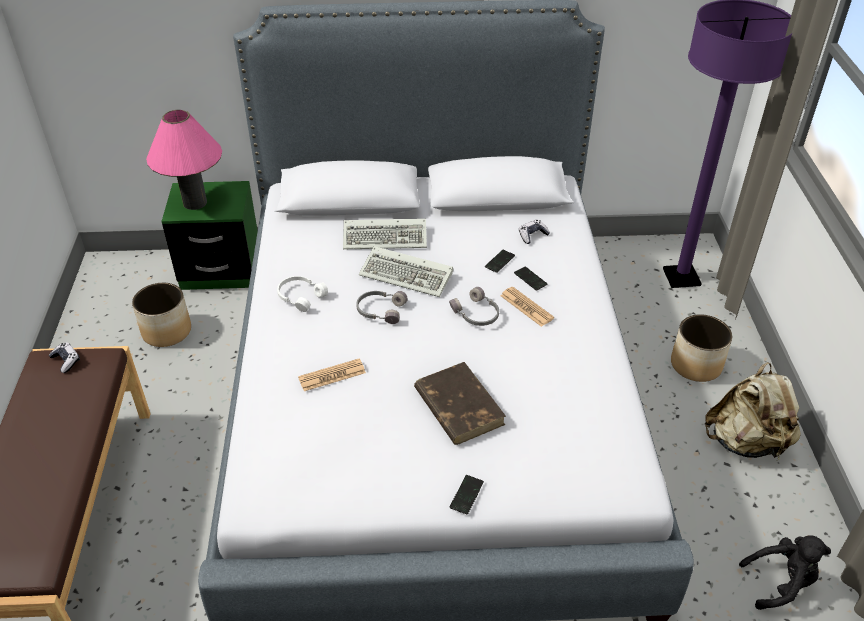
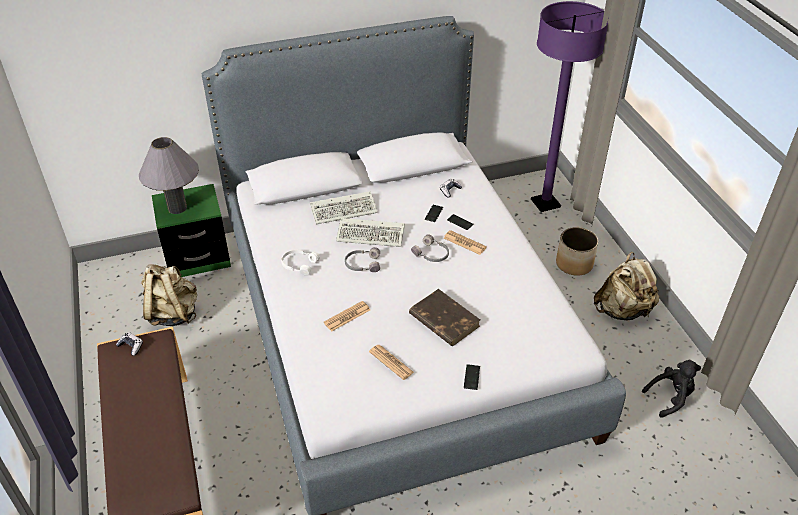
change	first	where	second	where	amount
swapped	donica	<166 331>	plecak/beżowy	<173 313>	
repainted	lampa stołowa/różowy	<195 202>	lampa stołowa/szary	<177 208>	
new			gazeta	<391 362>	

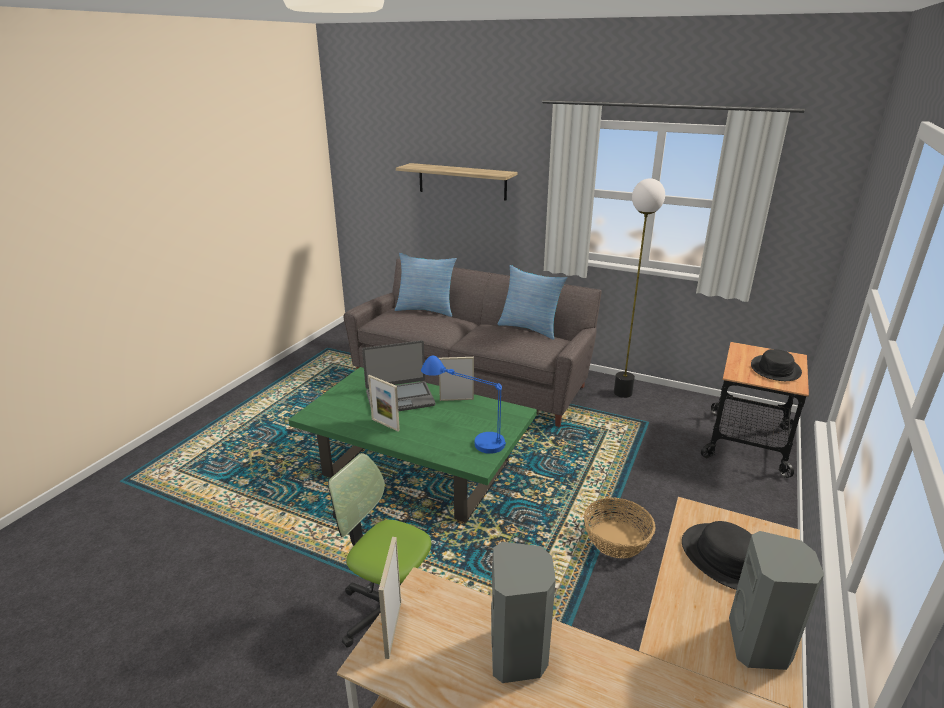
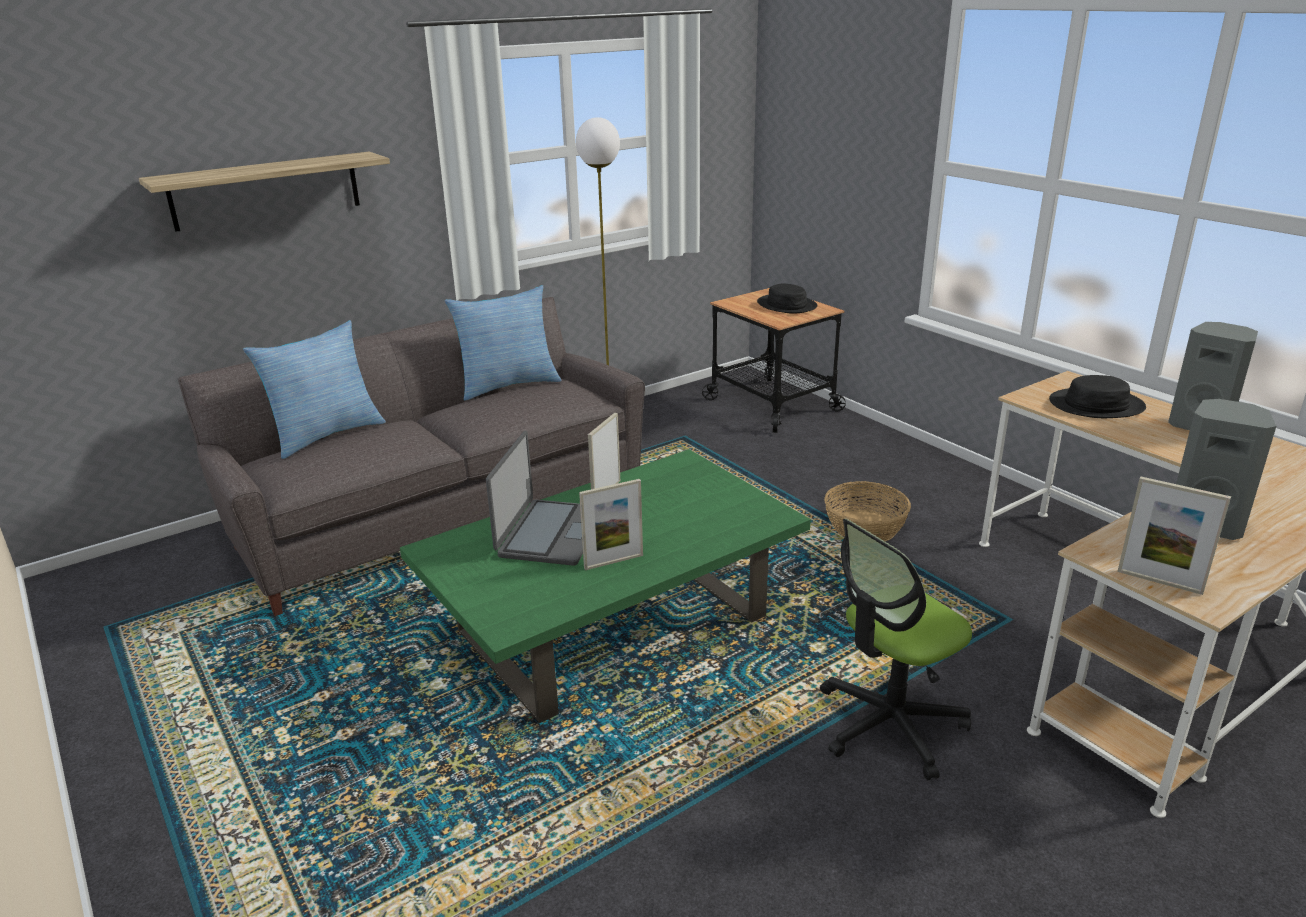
change	first	where	second	where	amount
gone	lampa stołowa/niebieski	<465 436>			

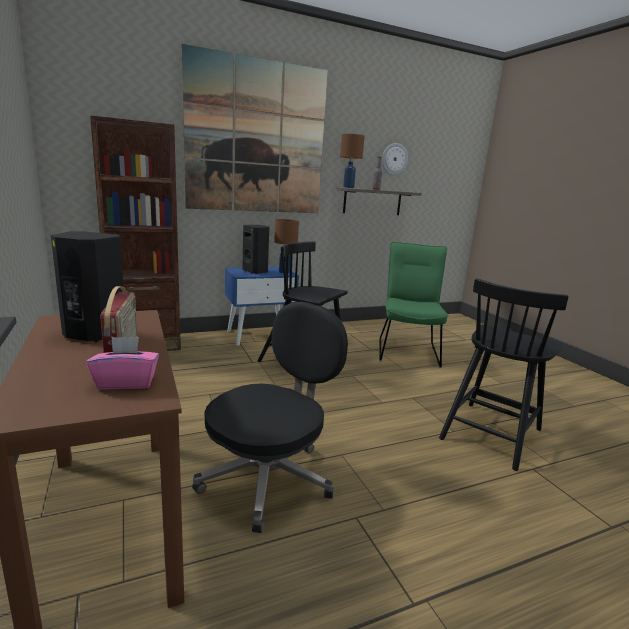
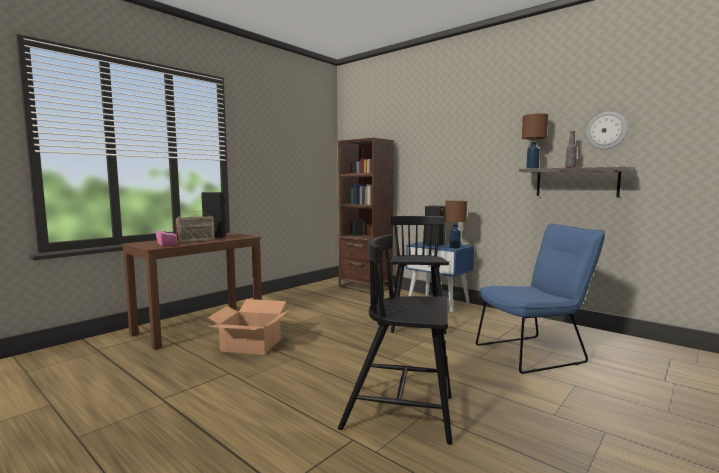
change	first	where	second	where	amount
gone	obraz	<257 138>			
swapped	krzesło biurowe/czarny	<269 478>	karton	<251 345>	
repainted	krzesło/zielony	<407 350>	krzesło/niebieski	<535 353>	

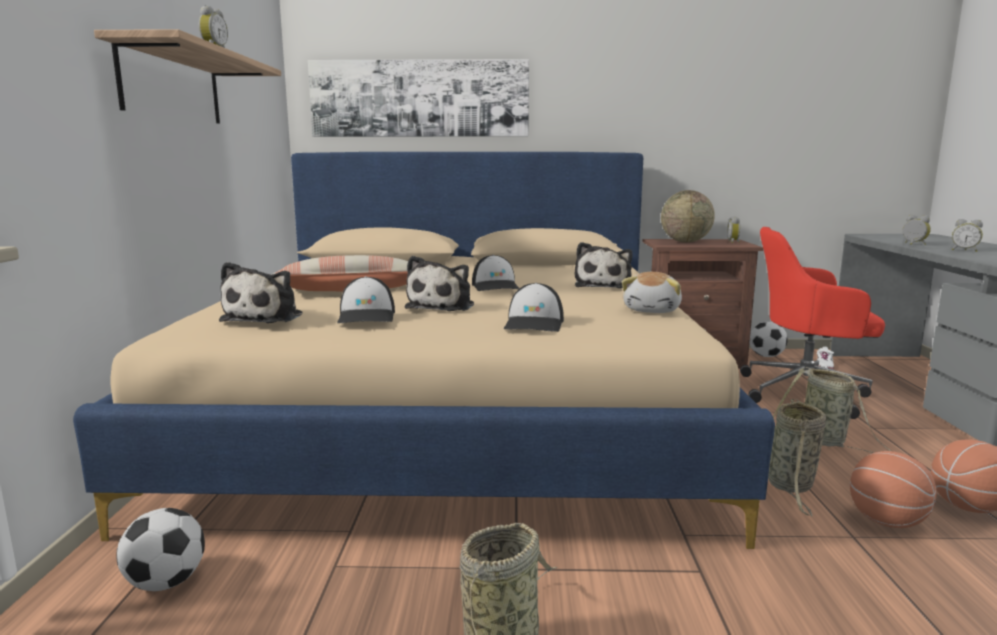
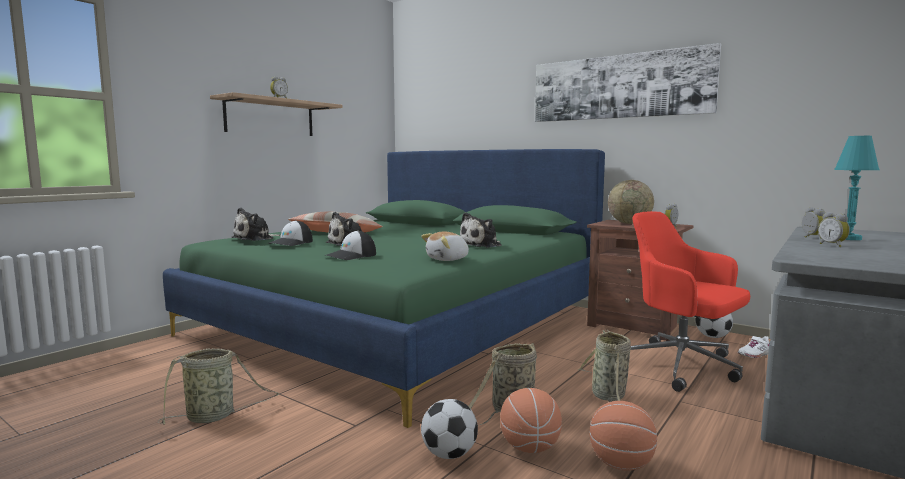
change	first	where	second	where	amount
repainted	łóżko/beżowy	<455 413>	łóżko/zielony	<400 323>	
shifted	piłka futbolowa	<166 583>		<449 454>	
shifted	obraz	<419 99>		<619 87>	
gone	czapka z daszkiem	<496 286>			
new			lampa stołowa/turkusowy	<848 238>	

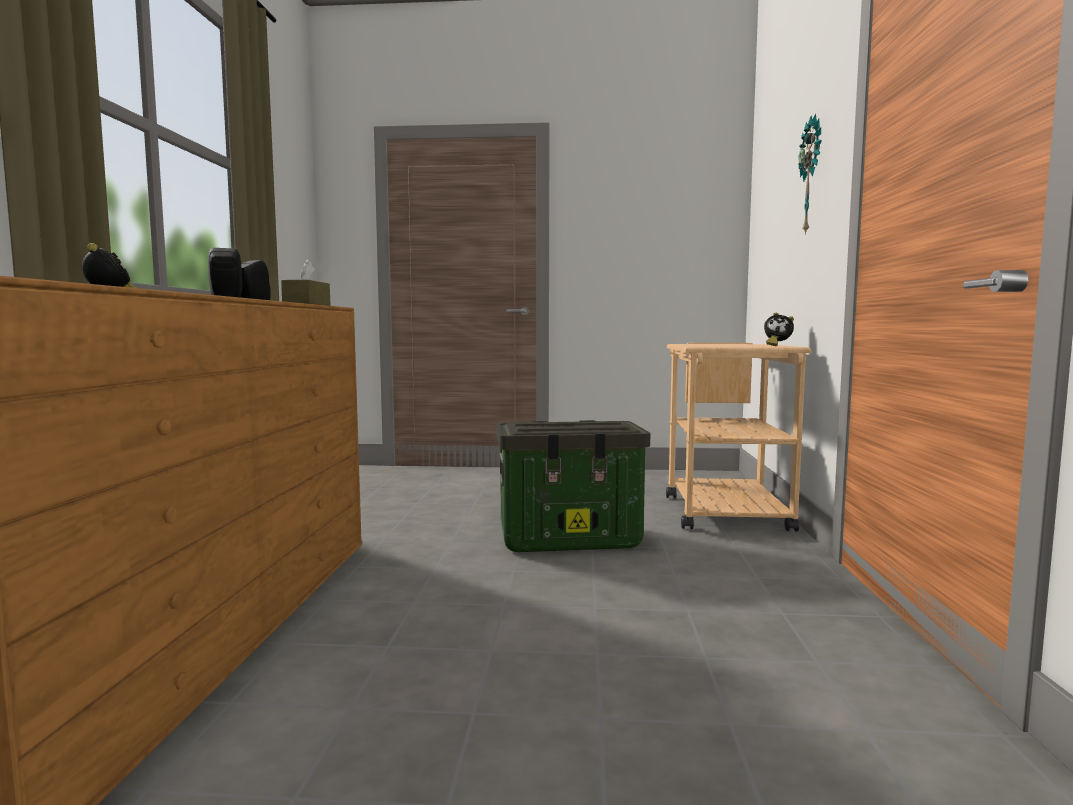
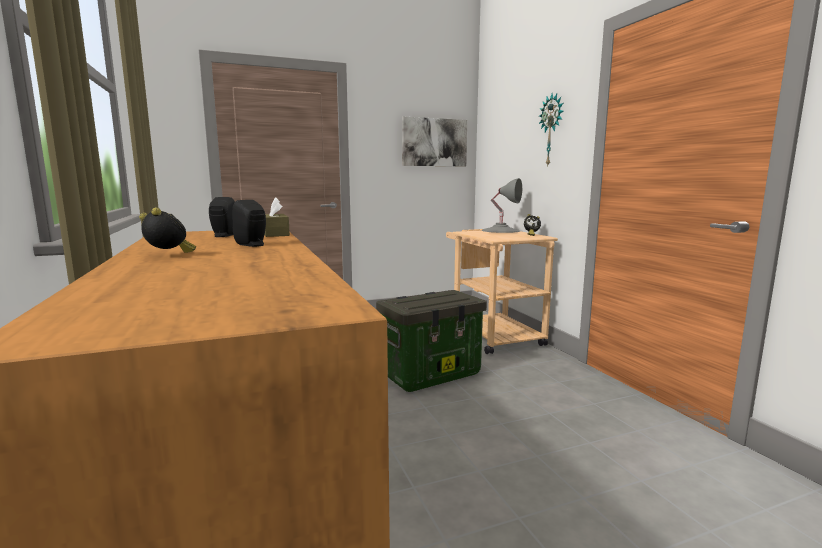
change	first	where	second	where	amount
new			obraz	<434 142>	
new			lampa stołowa/szary	<500 230>	

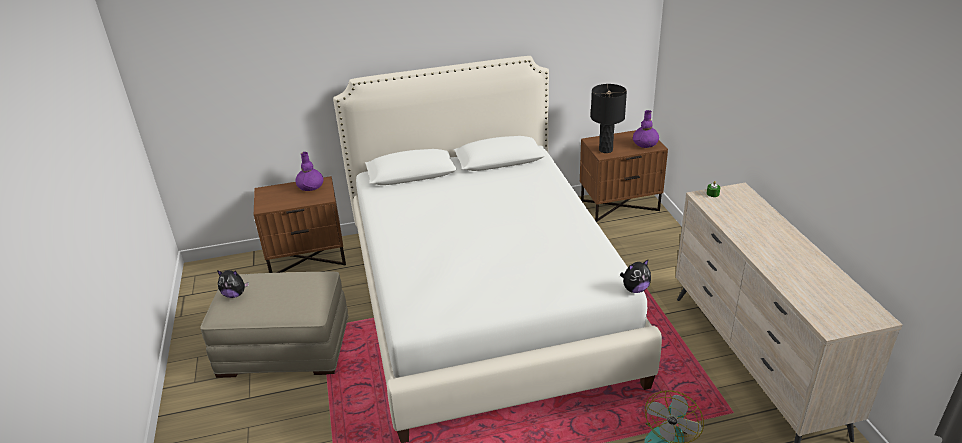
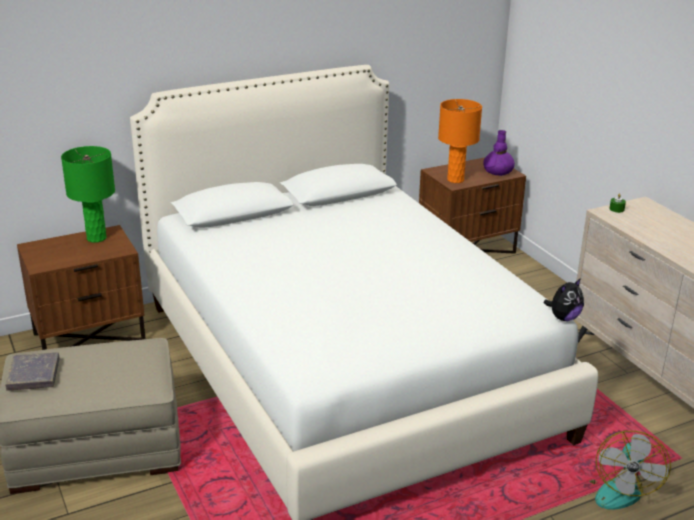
change	first	where	second	where	amount
swapped	pluszak	<235 294>	książka/szary	<34 375>	
swapped	wazon/fioletowy	<310 186>	lampa stołowa/zielony	<96 238>	
repainted	lampa stołowa/czarny	<605 150>	lampa stołowa/pomarańczowy	<455 179>	

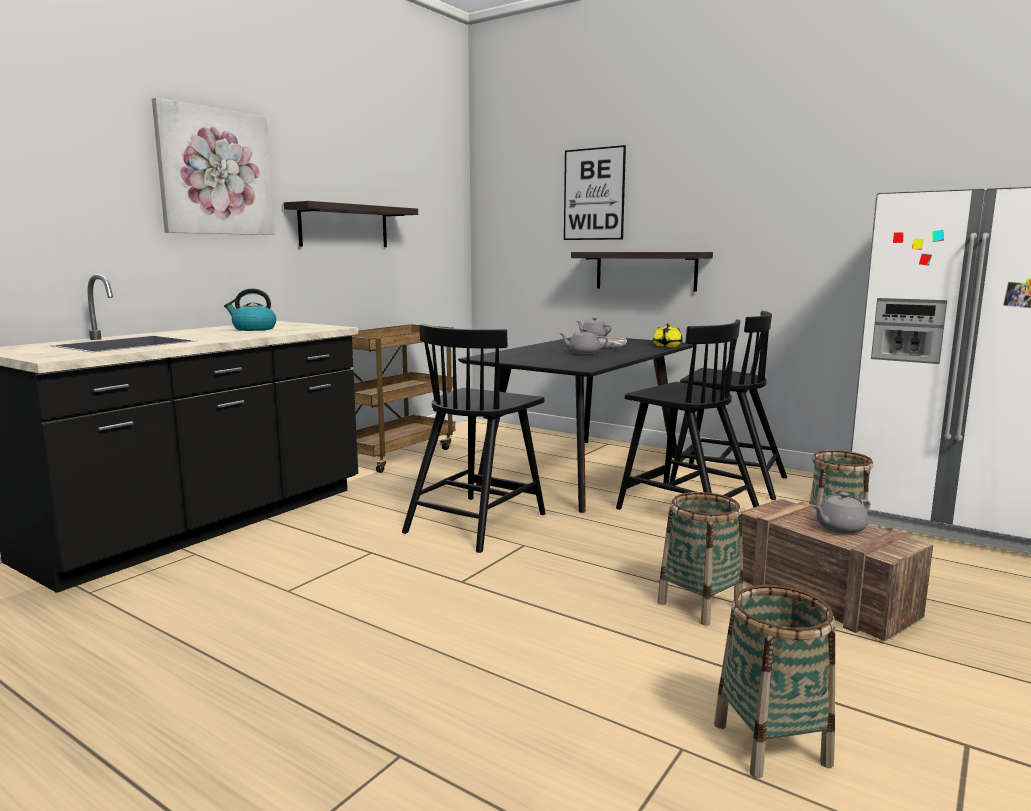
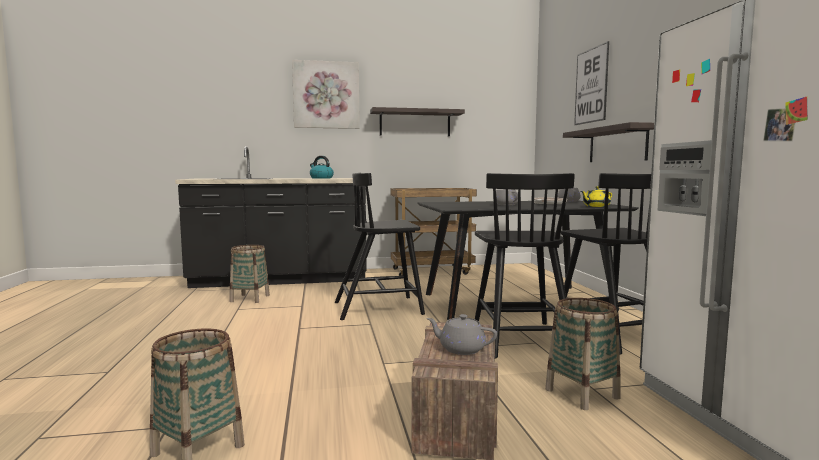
change	first	where	second	where	amount
shifted	koszyk	<699 605>		<250 298>	

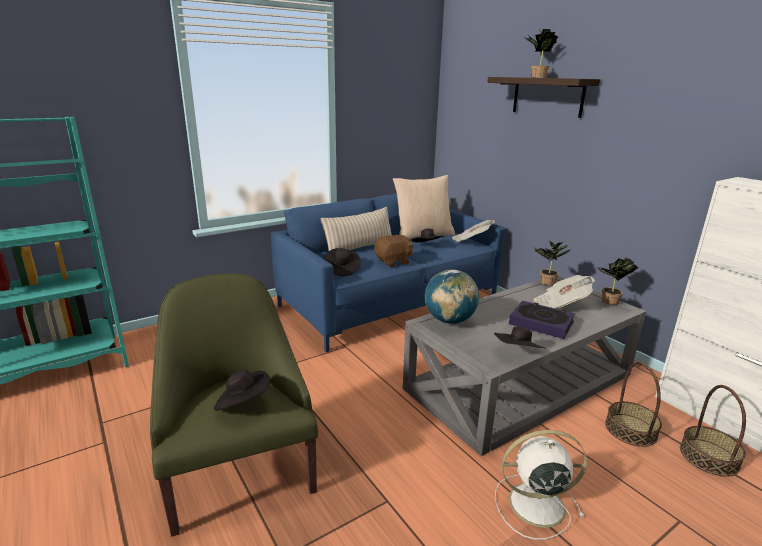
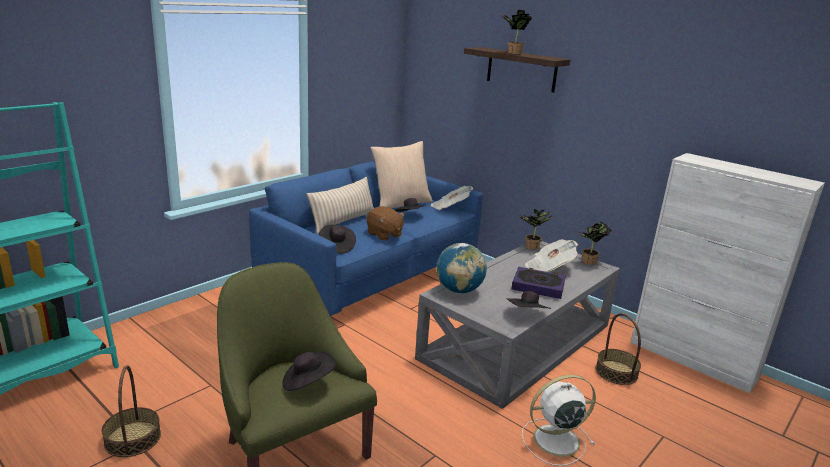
change	first	where	second	where	amount
rotated	pluszak/brązowy	<393 262>		<384 235>	90 degrees clockwise
shifted	koszyk	<708 457>		<132 438>	

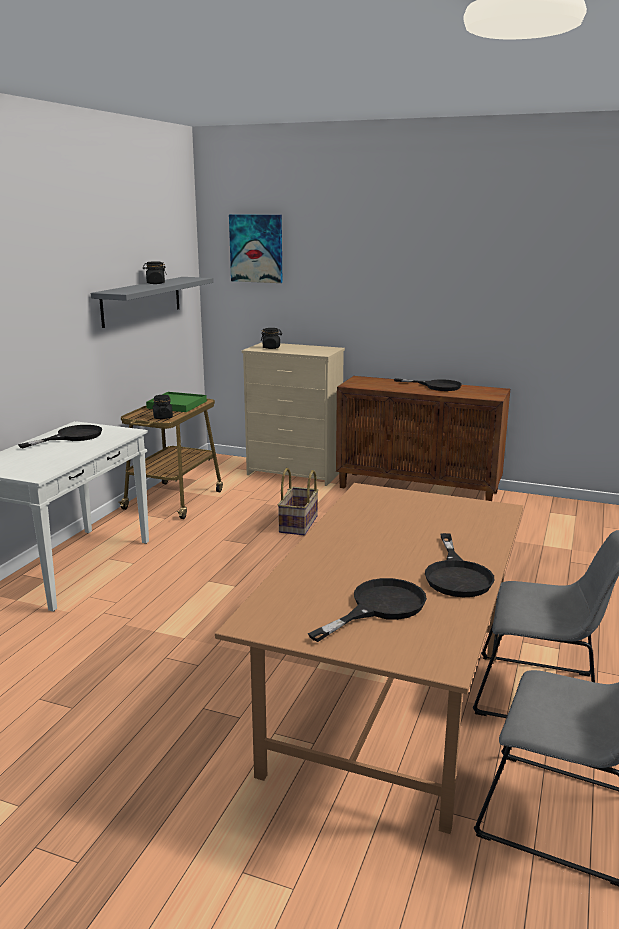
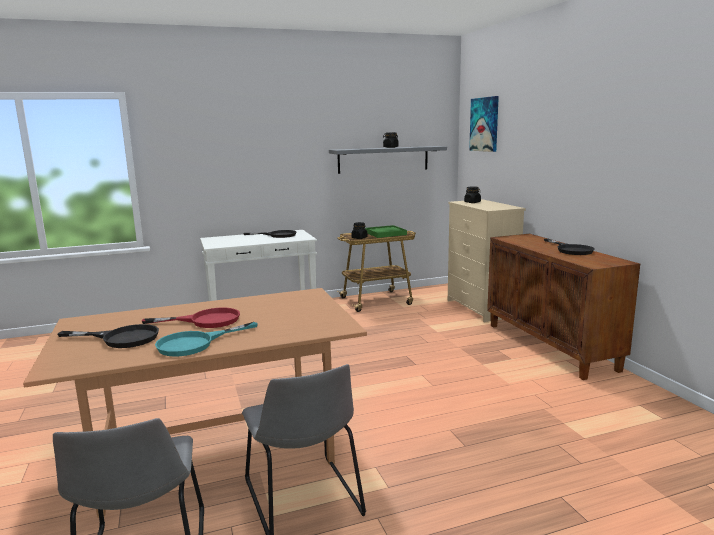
change	first	where	second	where	amount
gone	koszyk	<299 524>			
repainted	patelnia/czarny	<457 575>	patelnia/turkusowy	<195 343>	
new			patelnia/czerwony	<206 320>	

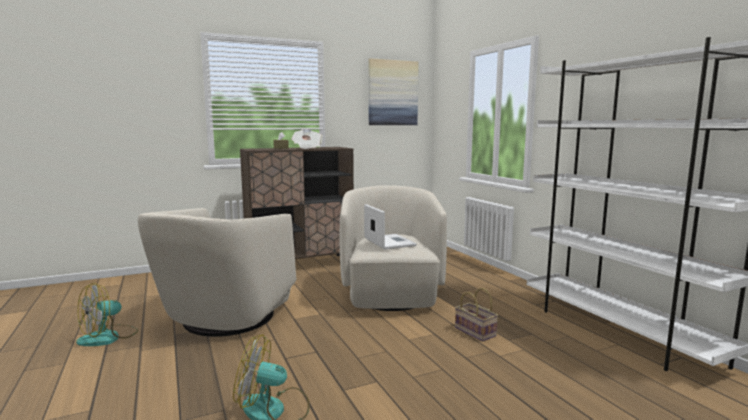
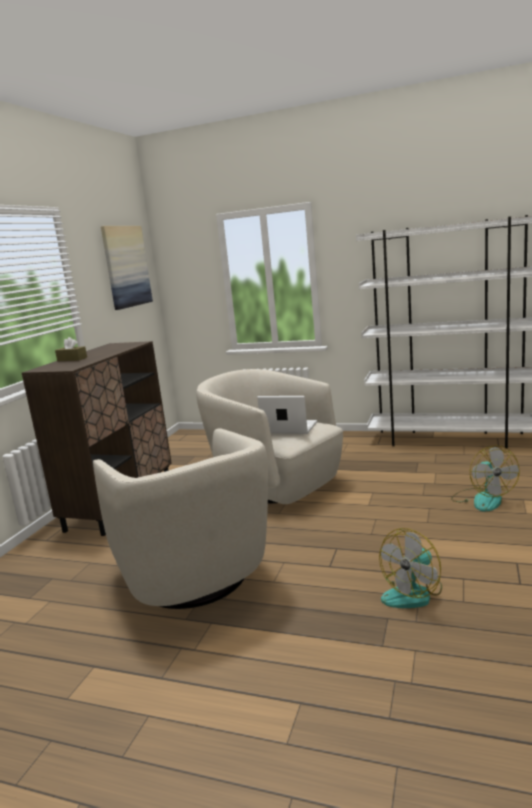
change	first	where	second	where	amount
shifted	wentylator	<108 337>		<482 499>	
gone	gazeta	<307 148>			
gone	koszyk	<476 332>			

